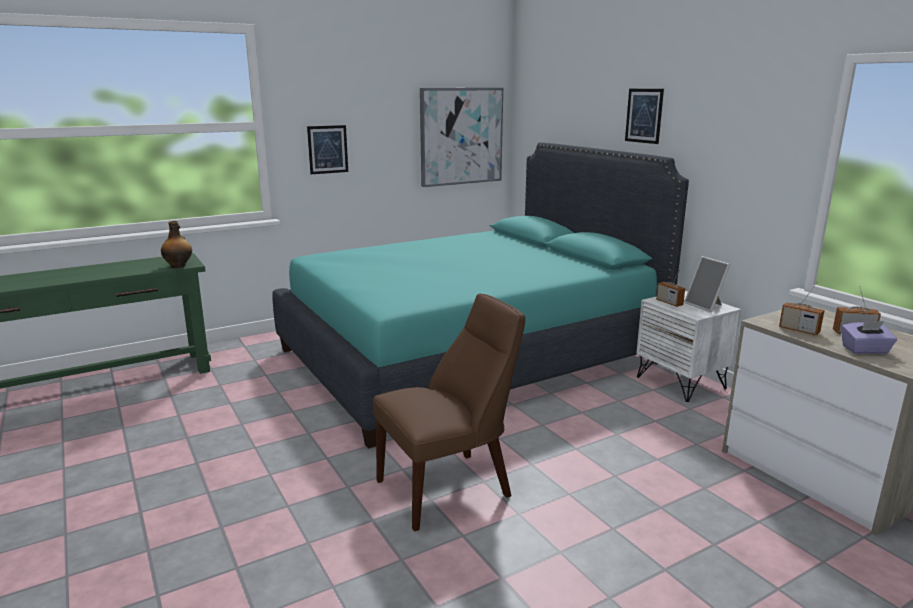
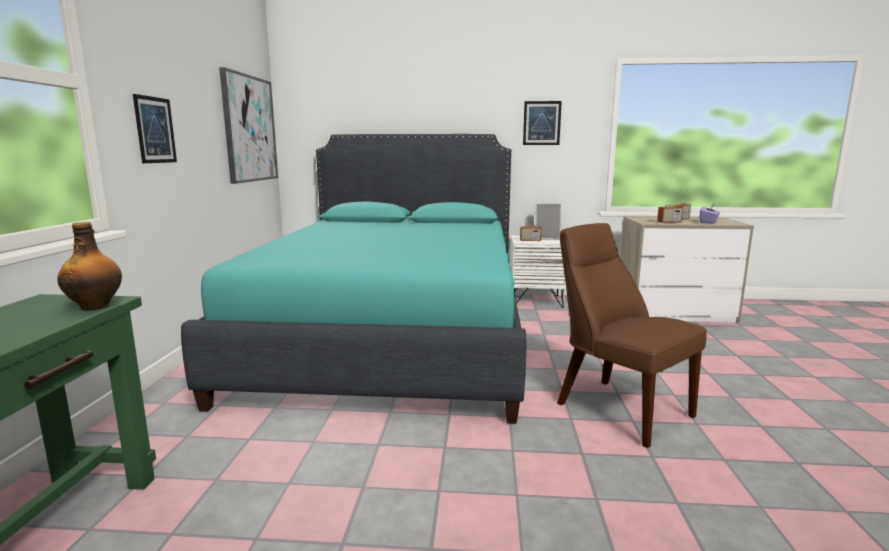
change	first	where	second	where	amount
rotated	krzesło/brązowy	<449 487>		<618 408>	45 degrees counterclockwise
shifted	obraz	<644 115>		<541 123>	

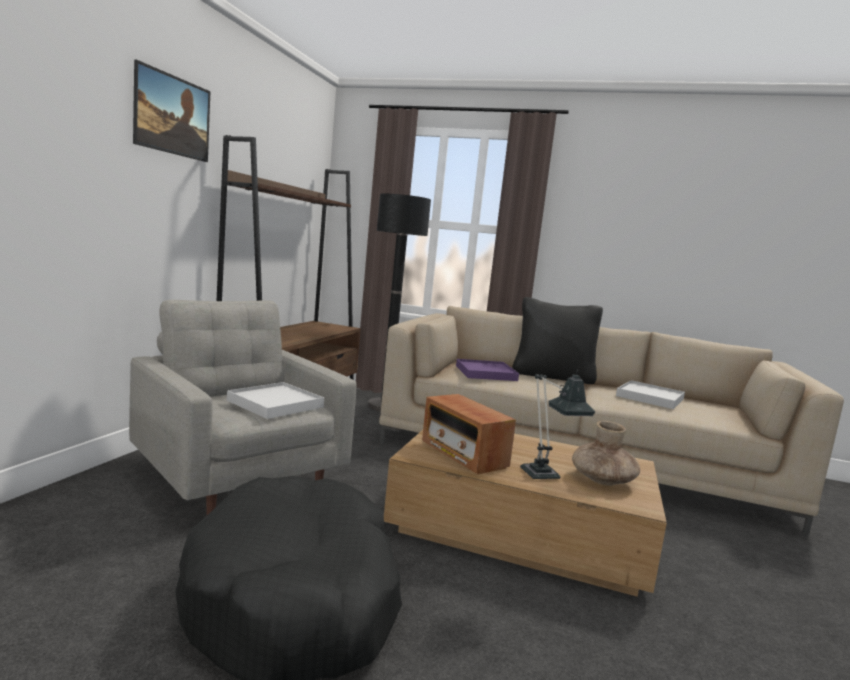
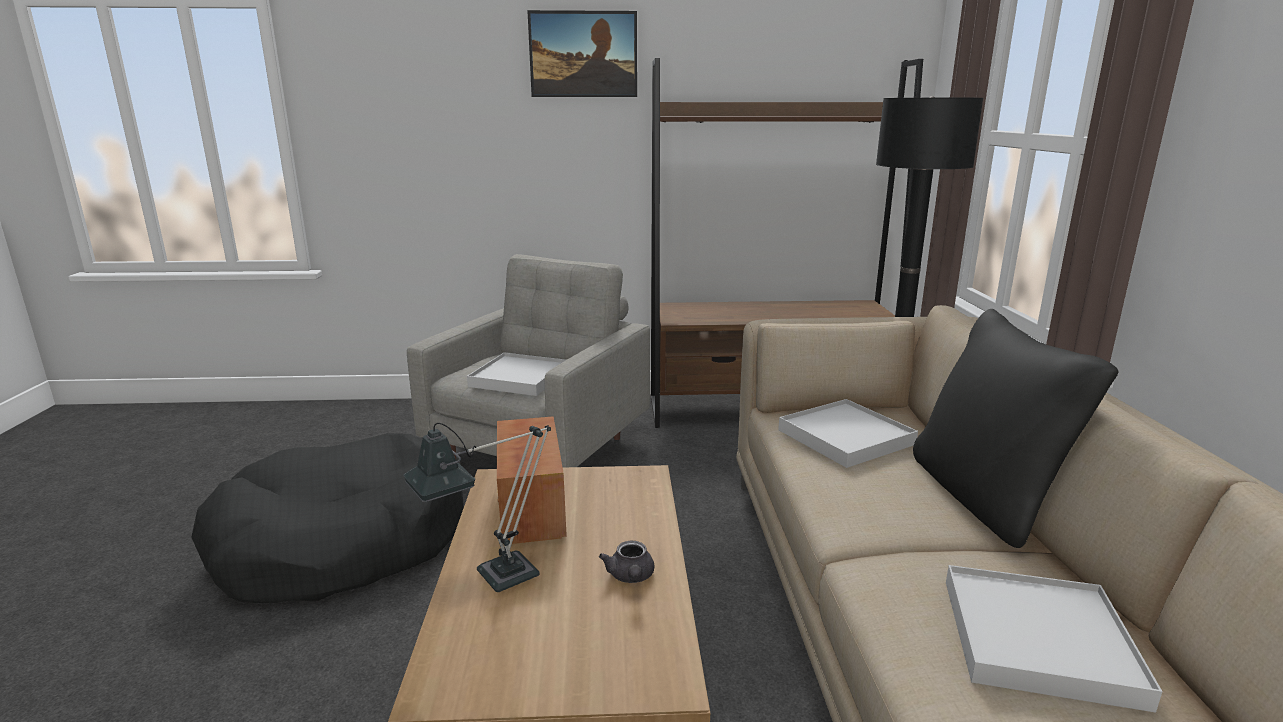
change	first	where	second	where	amount
rotated	radio	<463 455>		<531 507>	45 degrees counterclockwise
repainted	taca/fioletowy	<485 373>	taca/biały	<845 437>	
gone	wazon/brązowy	<602 480>			
new			imbryk/szary	<630 577>	

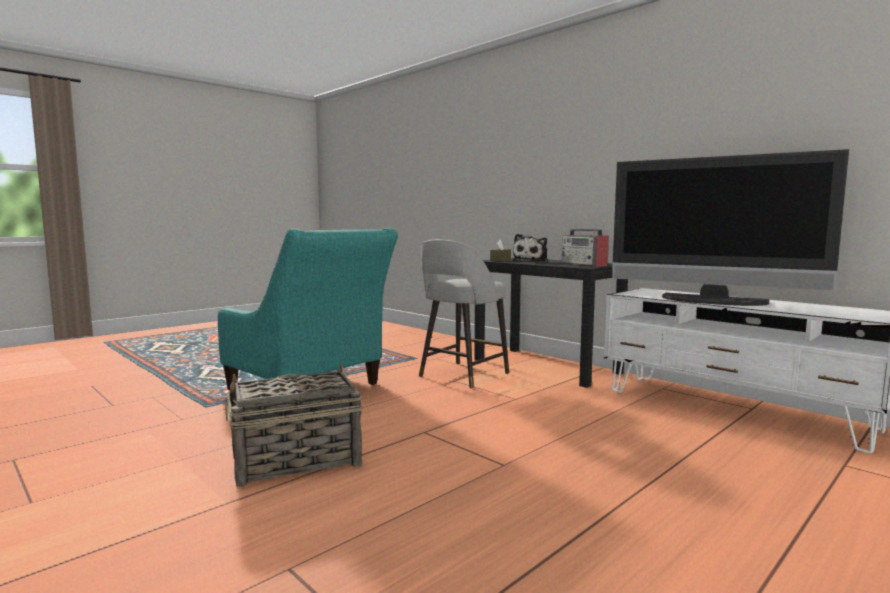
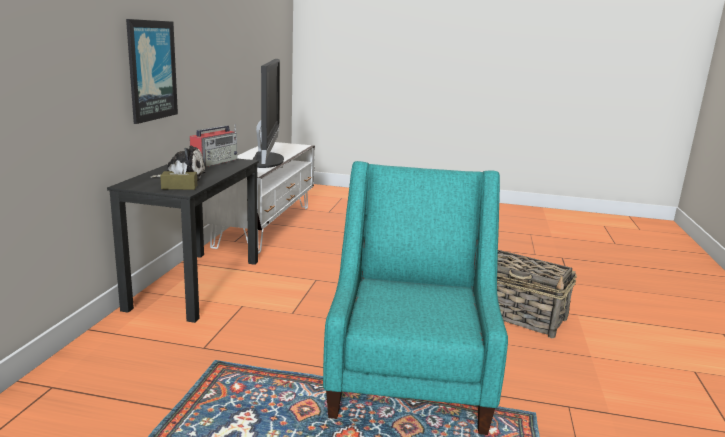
change	first	where	second	where	amount
gone	stołek/szary	<462 375>			
new			obraz	<151 70>	

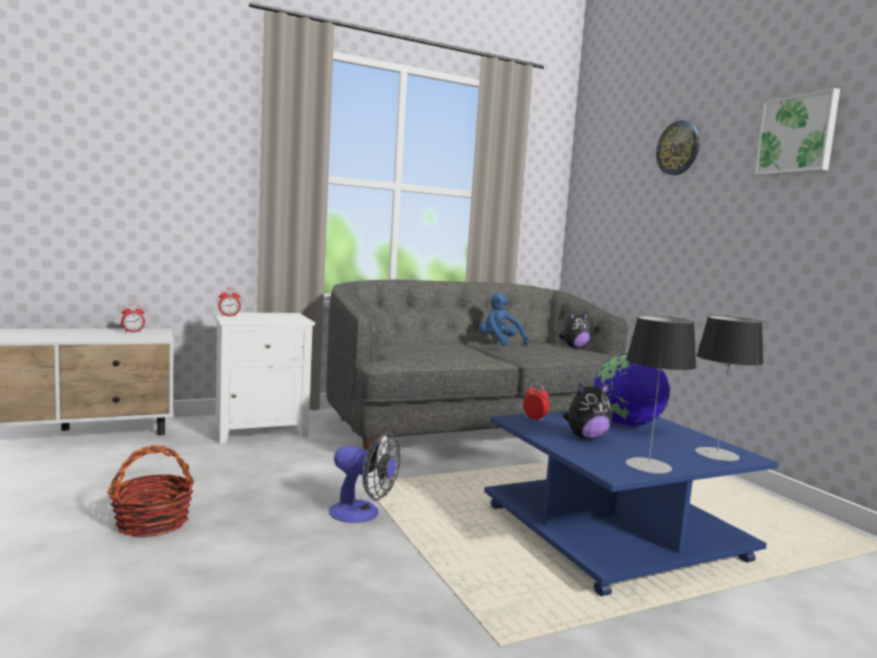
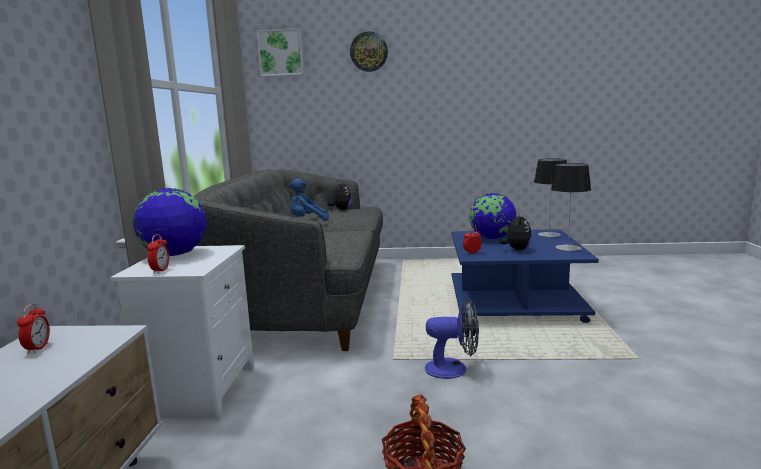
change	first	where	second	where	amount
rotated	wentylator	<362 514>		<453 369>	45 degrees clockwise
shifted	obraz	<797 135>		<281 53>	
new			globus	<174 255>	

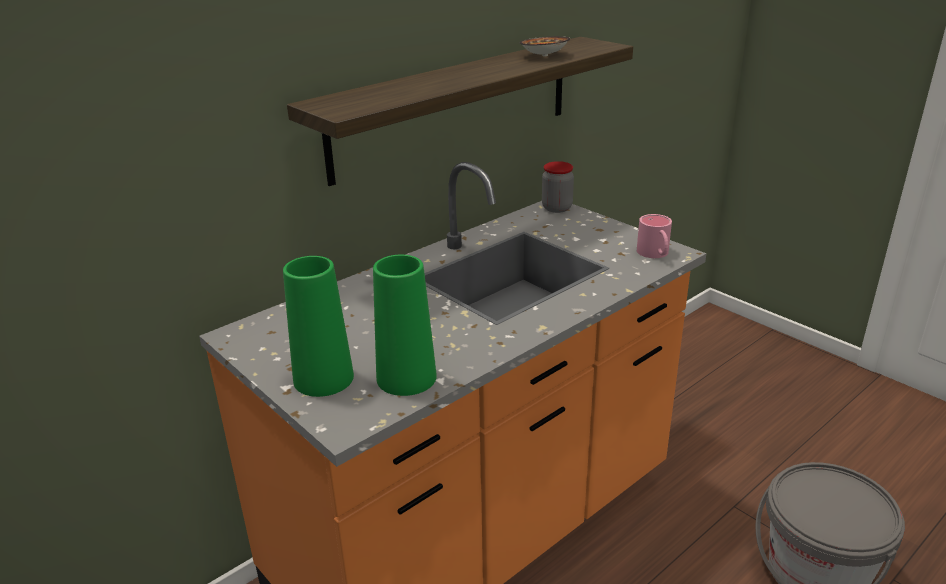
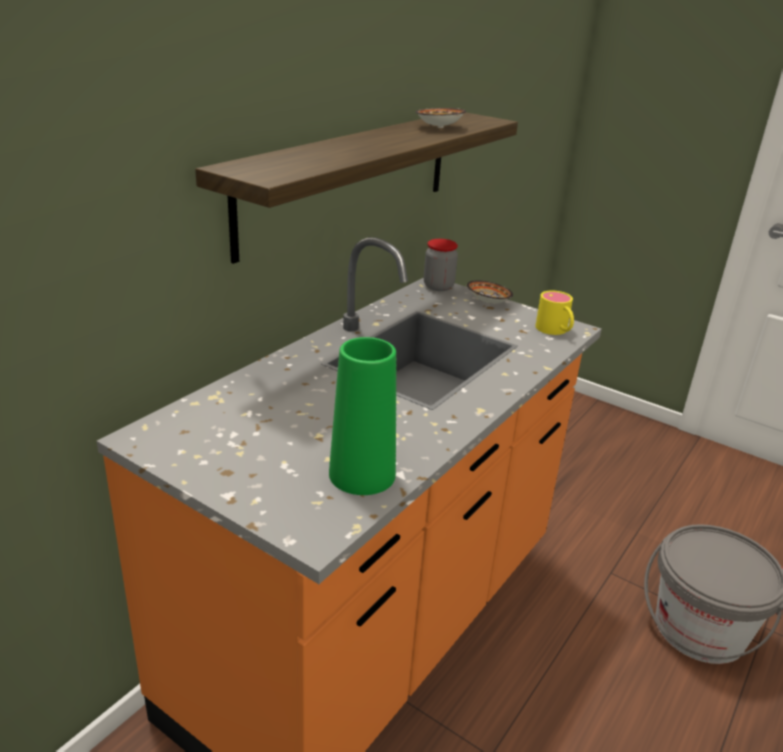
change	first	where	second	where	amount
gone	wazon/zielony	<323 378>			
repainted	kubek/różowy	<655 254>	kubek/żółty	<555 331>	
new			miska	<488 302>	

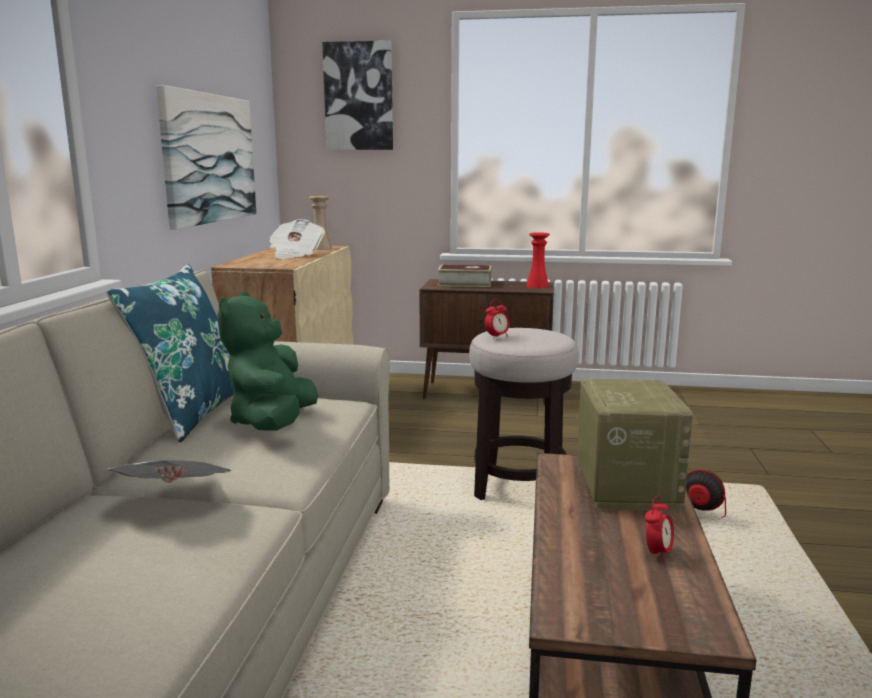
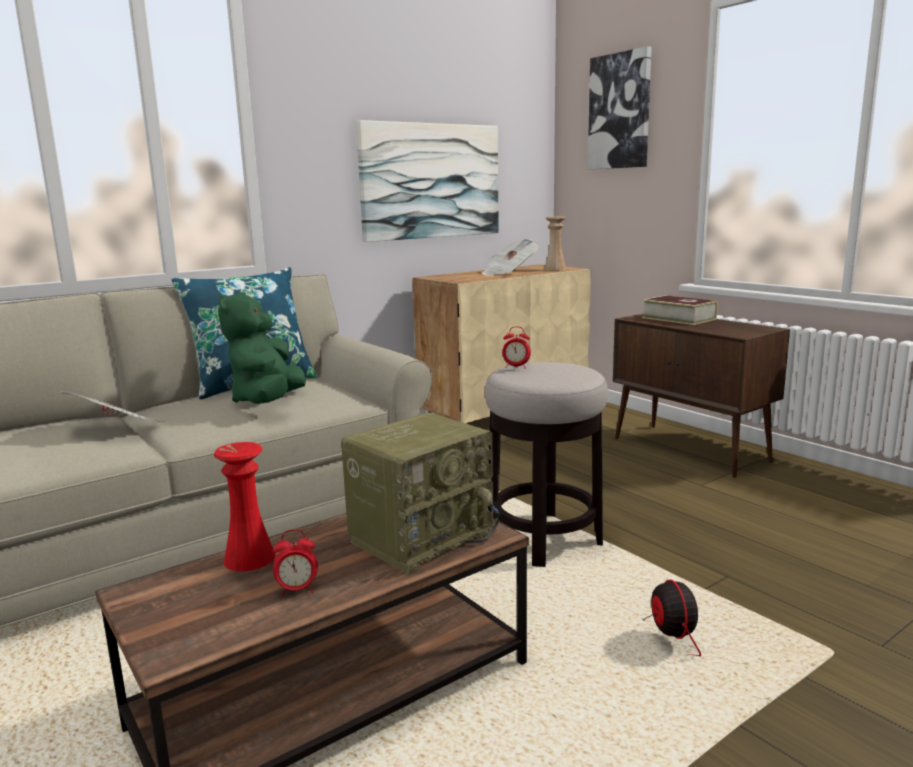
change	first	where	second	where	amount
rotated	pluszak/zielony	<273 423>		<268 402>	45 degrees counterclockwise
shifted	wazon/czerwony	<537 286>		<249 558>	

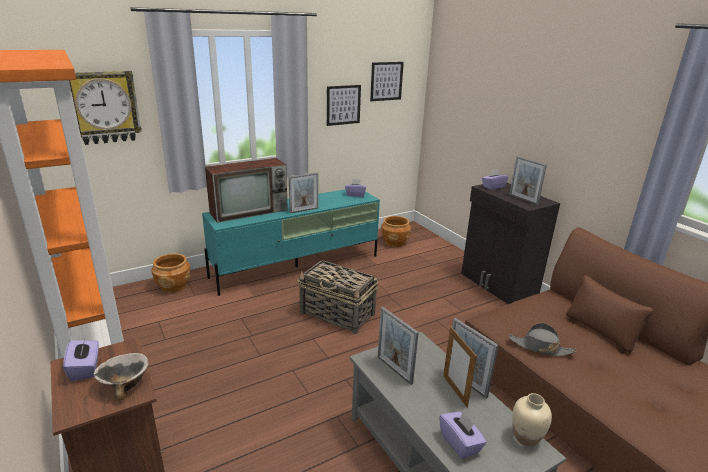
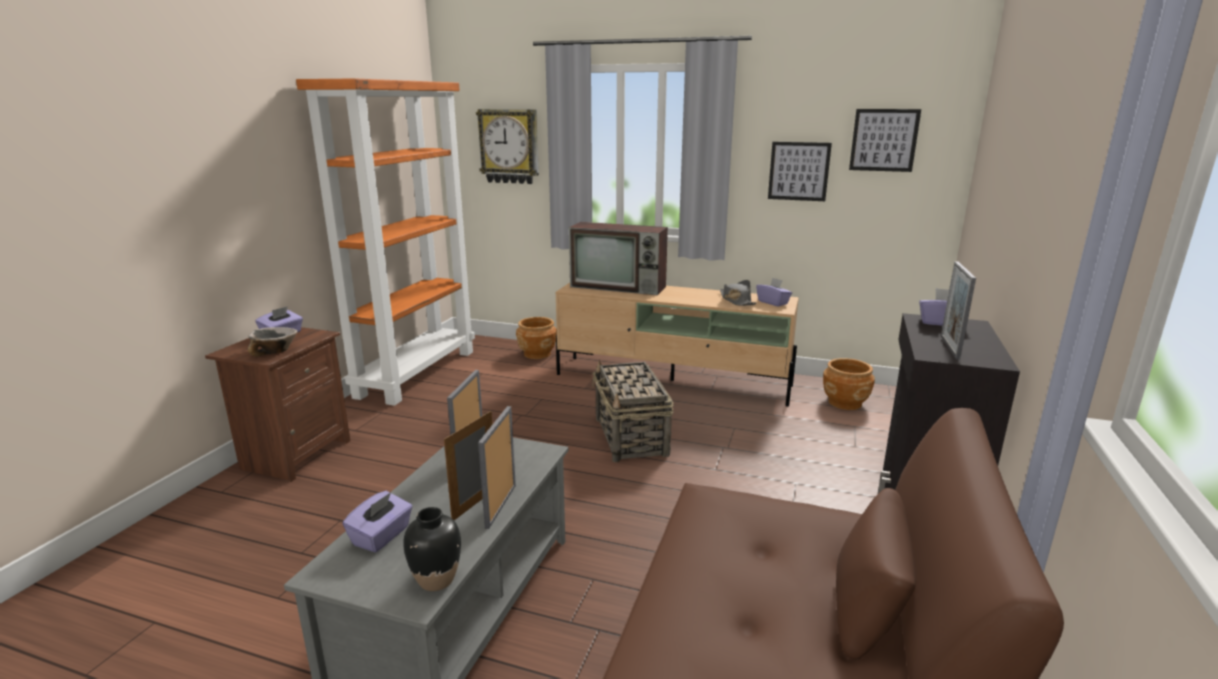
change	first	where	second	where	amount
repainted	szafka pod telewizor/turkusowy	<297 266>	szafka pod telewizor/beżowy	<673 380>	
gone	ramka na zdjęcie	<304 210>			
shifted	kapelusz/szary	<540 347>		<736 301>	
repainted	wazon/beżowy	<526 437>	wazon/czarny	<436 580>	

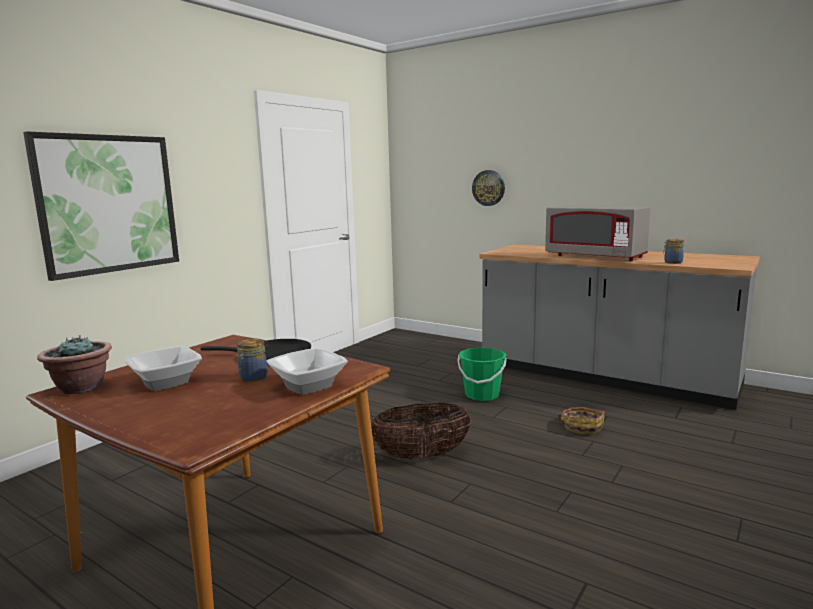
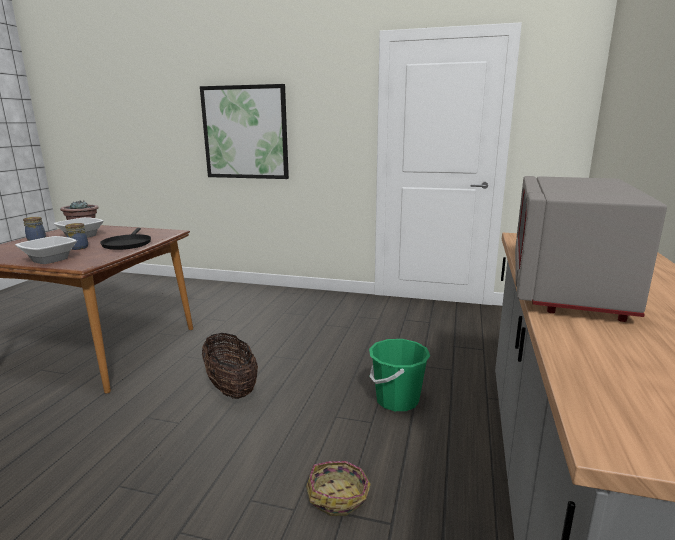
change	first	where	second	where	amount
gone	zegar ścienny	<488 188>			
shifted	słoik	<672 262>		<37 239>	

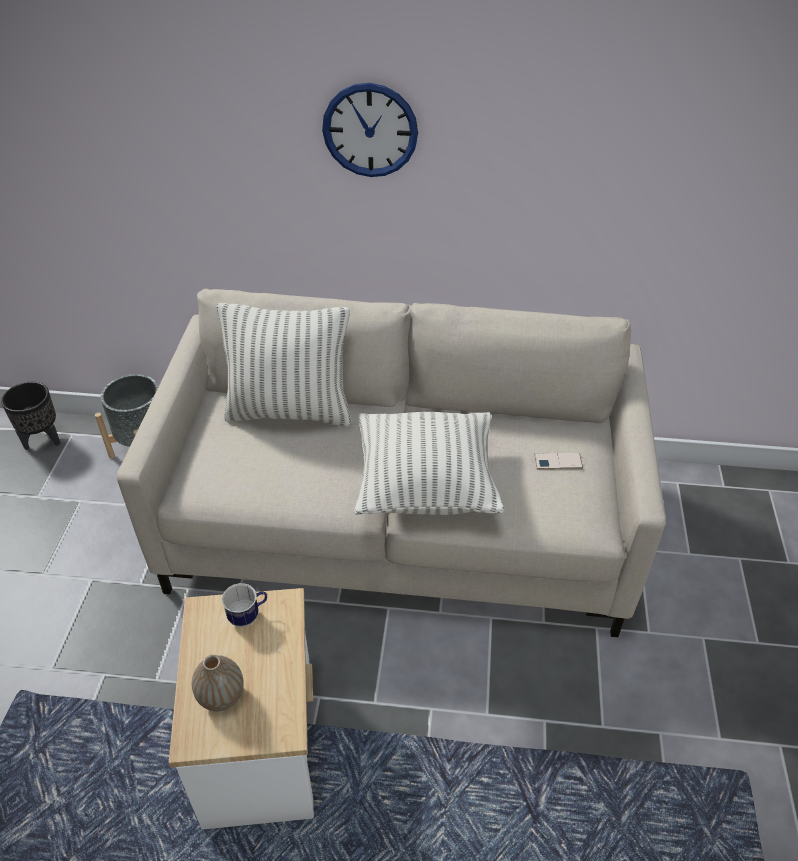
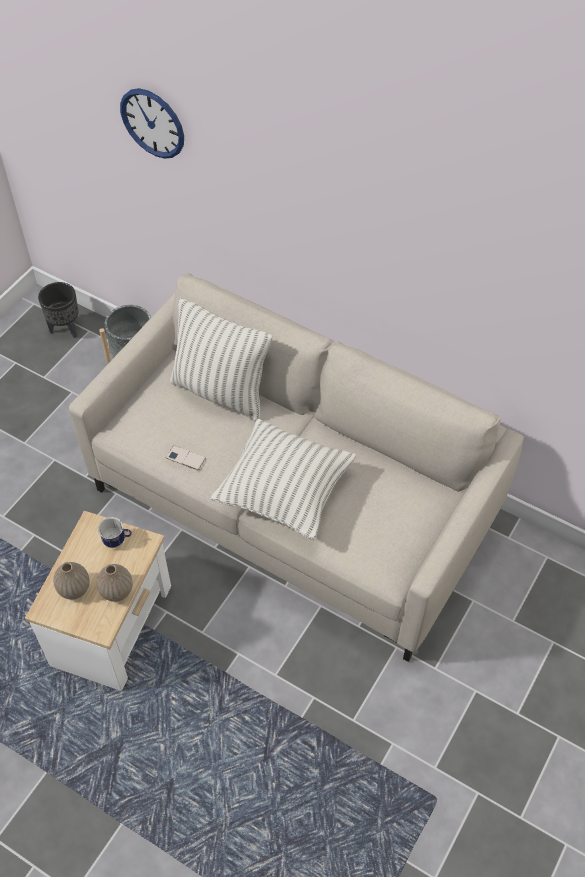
change	first	where	second	where	amount
shifted	zegar ścienny	<370 130>		<152 123>	
shifted	telefon	<558 461>		<185 458>	
new			wazon	<117 591>	

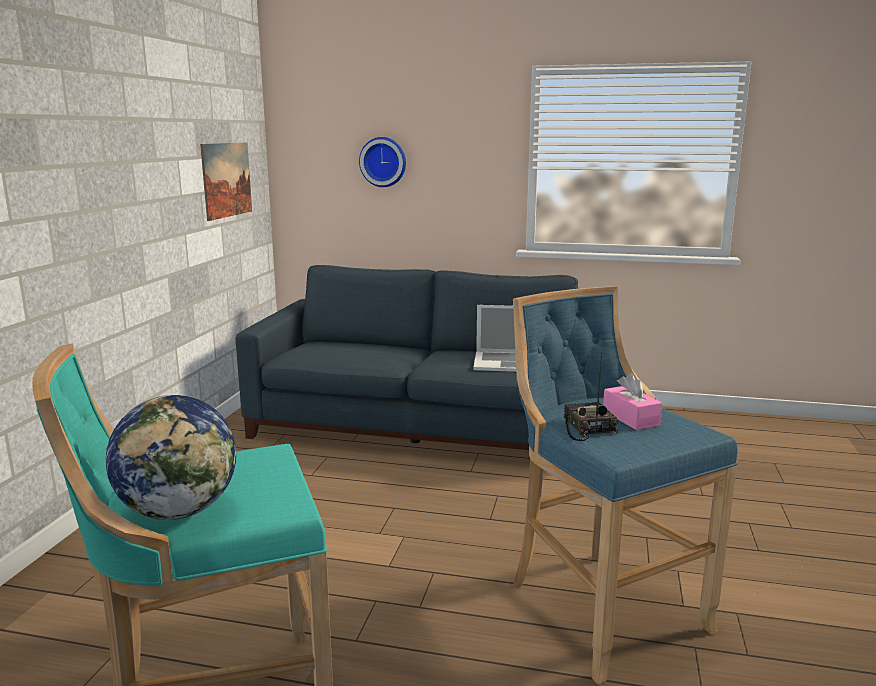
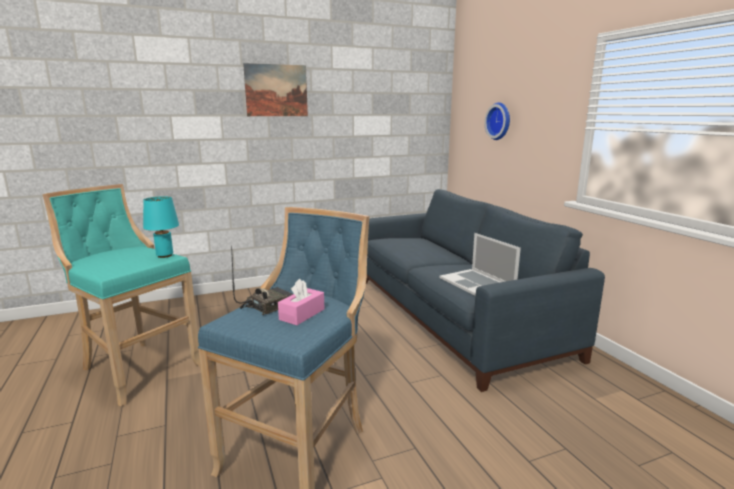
change	first	where	second	where	amount
gone	globus	<180 511>			
shifted	obraz	<227 180>		<276 90>	
new			lampa stołowa/turkusowy	<165 255>	

